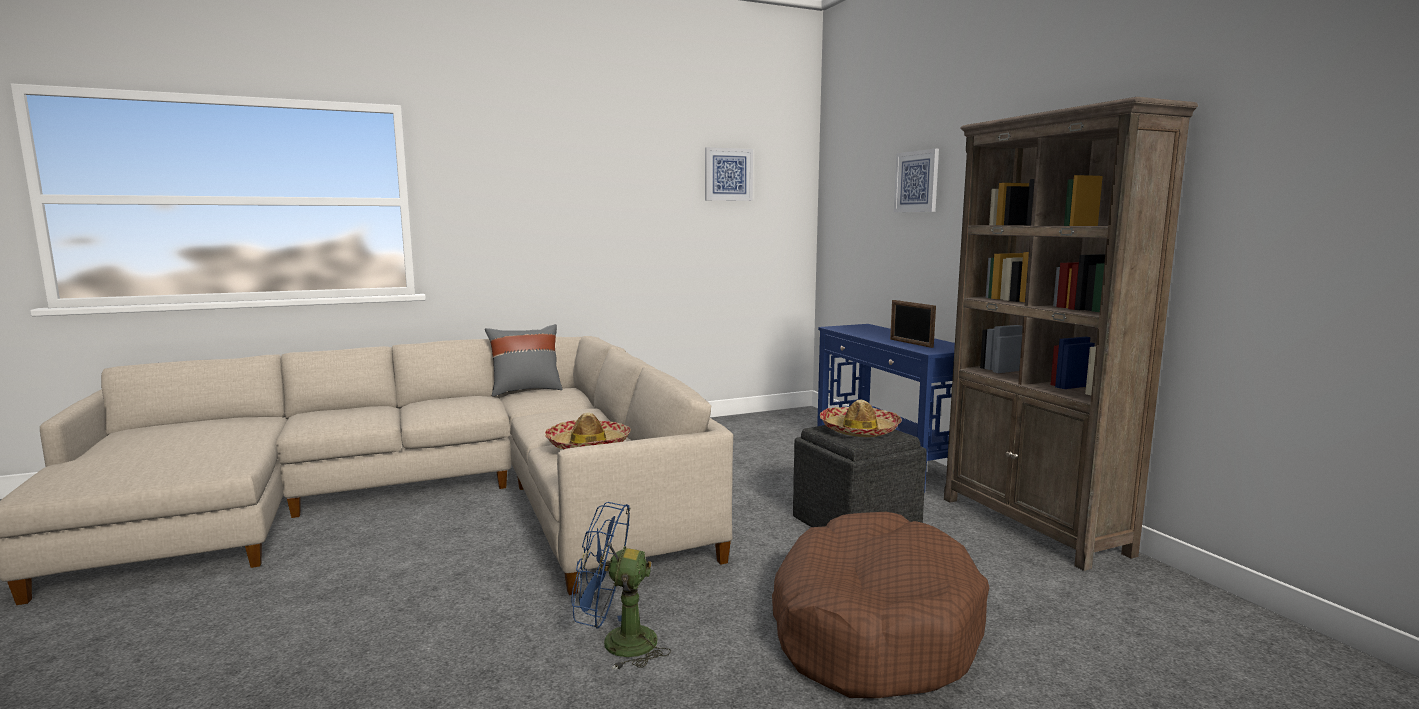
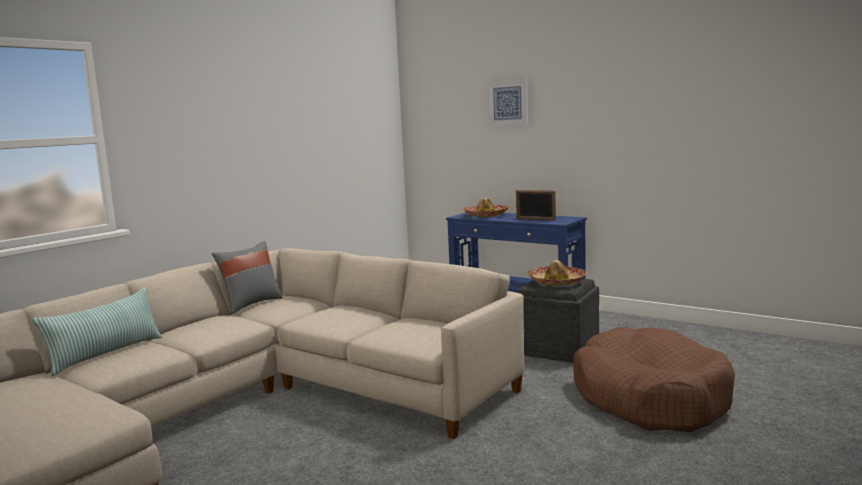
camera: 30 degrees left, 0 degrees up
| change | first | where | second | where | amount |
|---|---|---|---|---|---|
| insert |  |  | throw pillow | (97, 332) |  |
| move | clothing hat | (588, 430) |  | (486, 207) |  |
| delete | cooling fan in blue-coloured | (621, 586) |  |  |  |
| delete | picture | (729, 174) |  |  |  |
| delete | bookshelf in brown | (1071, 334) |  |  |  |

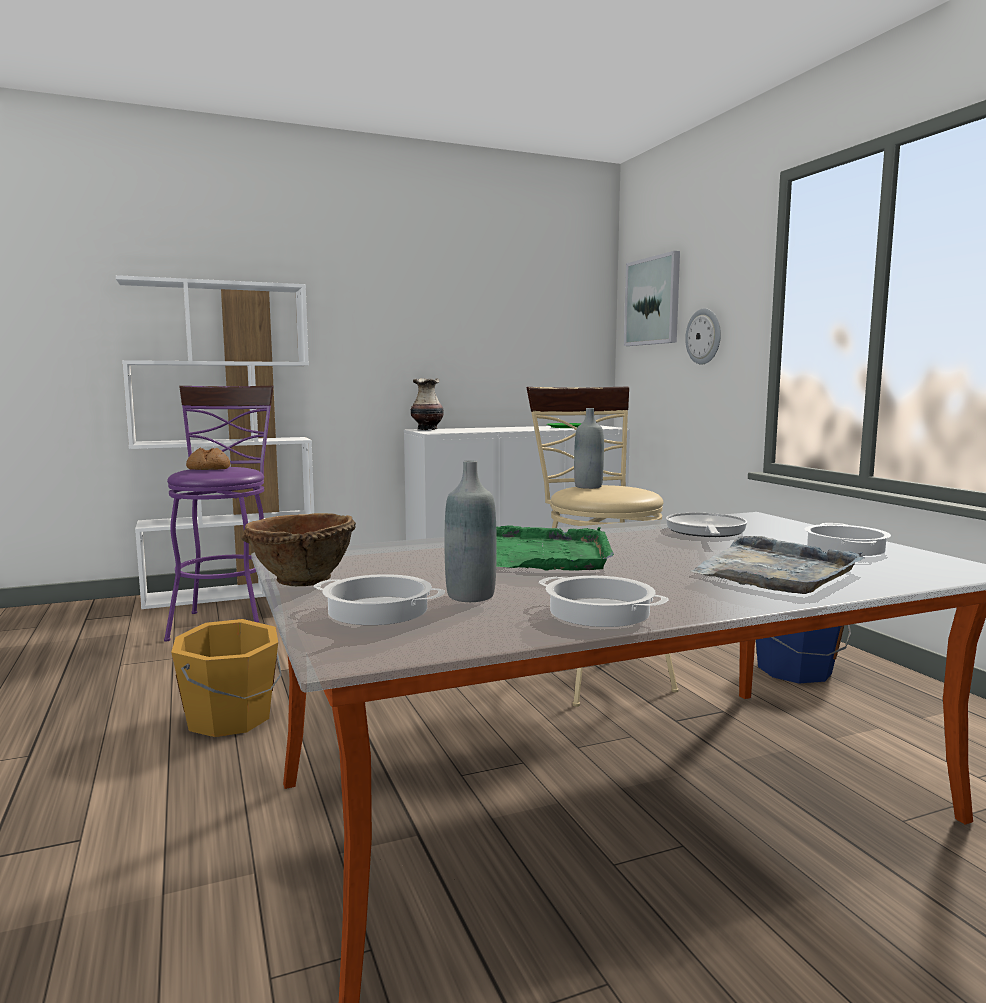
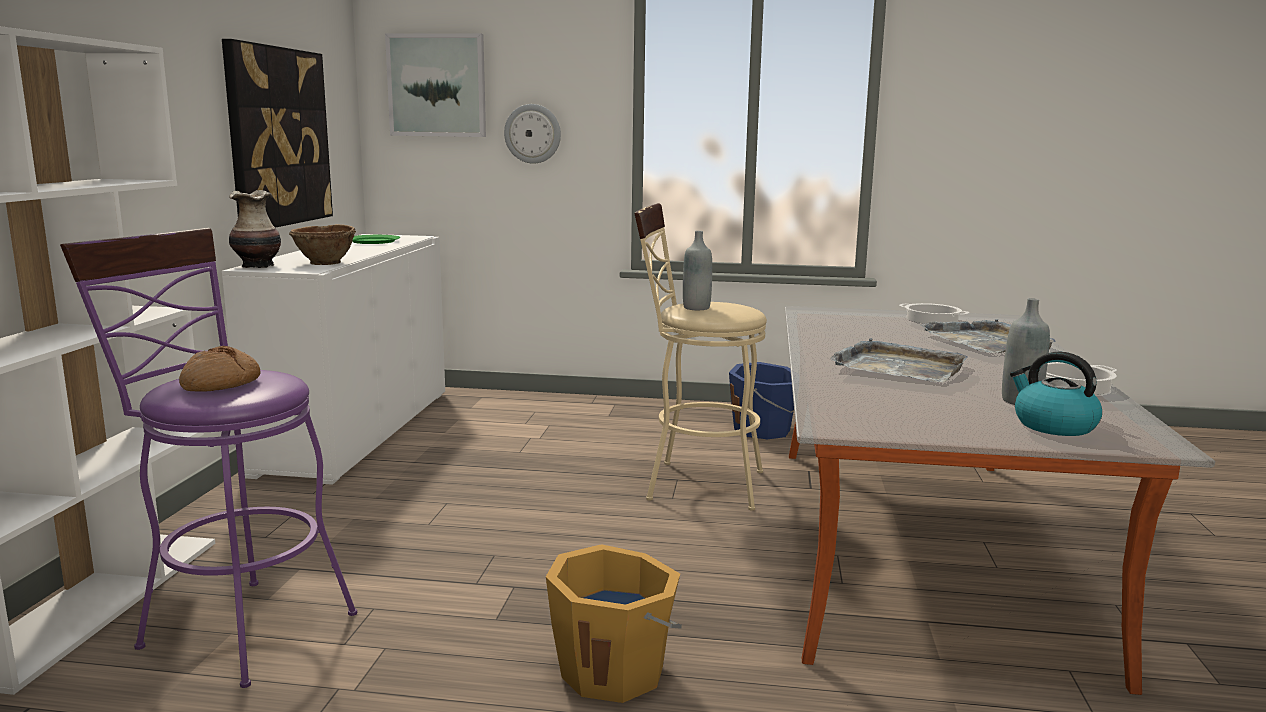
camera: 60 degrees left, 5 degrees up
| change | first | where | second | where | amount |
|---|---|---|---|---|---|
| insert |  |  | picture | (277, 133) |  |
| move | serving bowl in brown | (298, 549) |  | (322, 244) |  |
| recolor | carrying tray in green | (555, 548) | carrying tray in grey | (899, 360) |  |
| replace | stockpot | (379, 599) | kettle | (1056, 394) |  |
| delete | frying pan | (706, 525) |  |  |  |

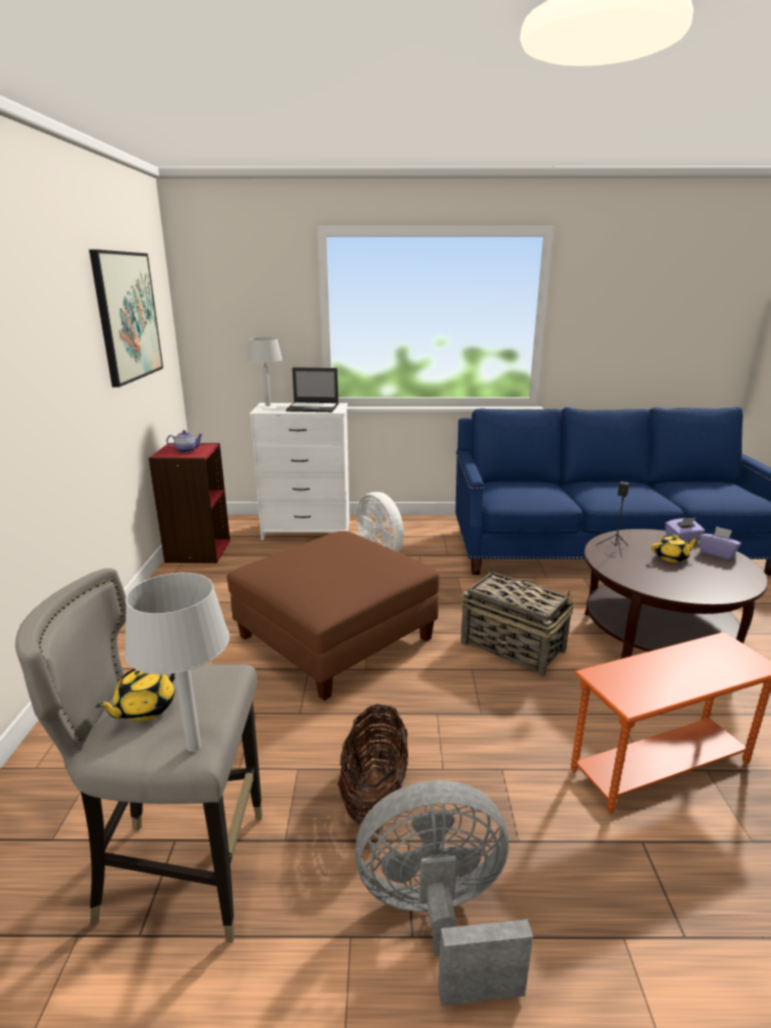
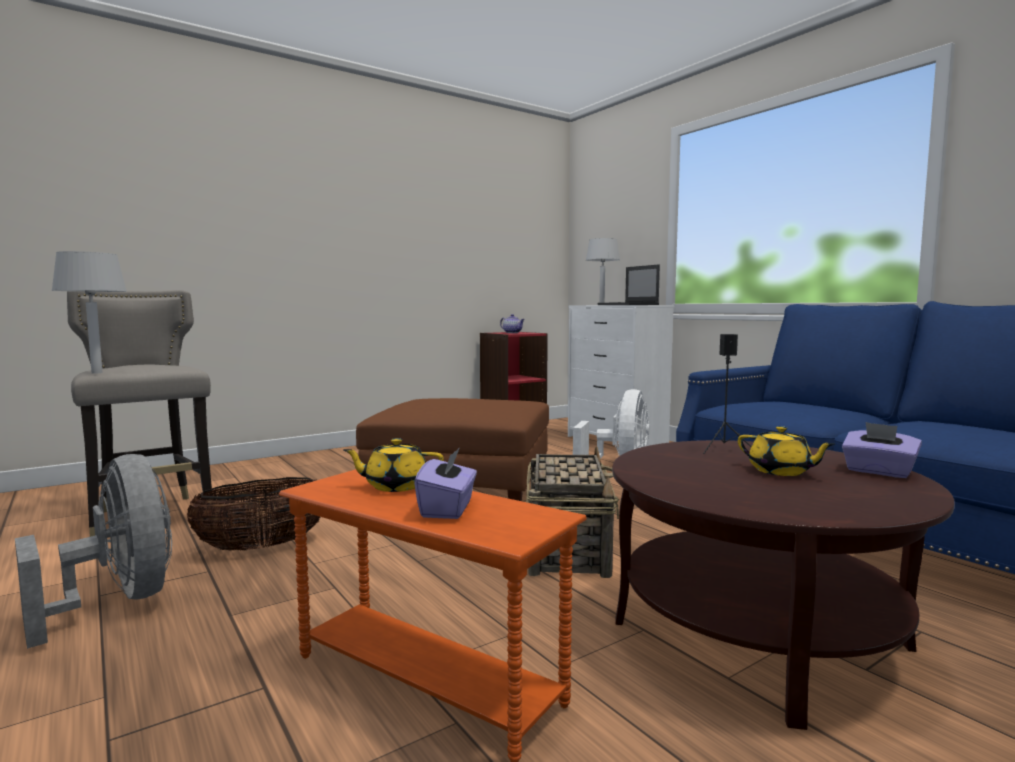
camera: 55 degrees right, 15 degrees down
| change | first | where | second | where | amount |
|---|---|---|---|---|---|
| move | tea pot in yellow-coloured | (135, 695) |  | (393, 465) |  |
| move | box of tissues in purple-coloured | (720, 543) |  | (445, 483) |  |
| delete | picture | (126, 318) |  |  |  |

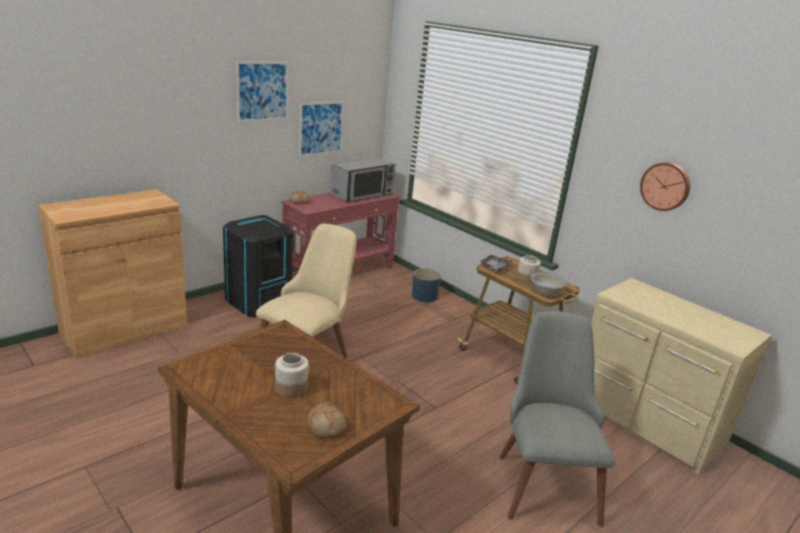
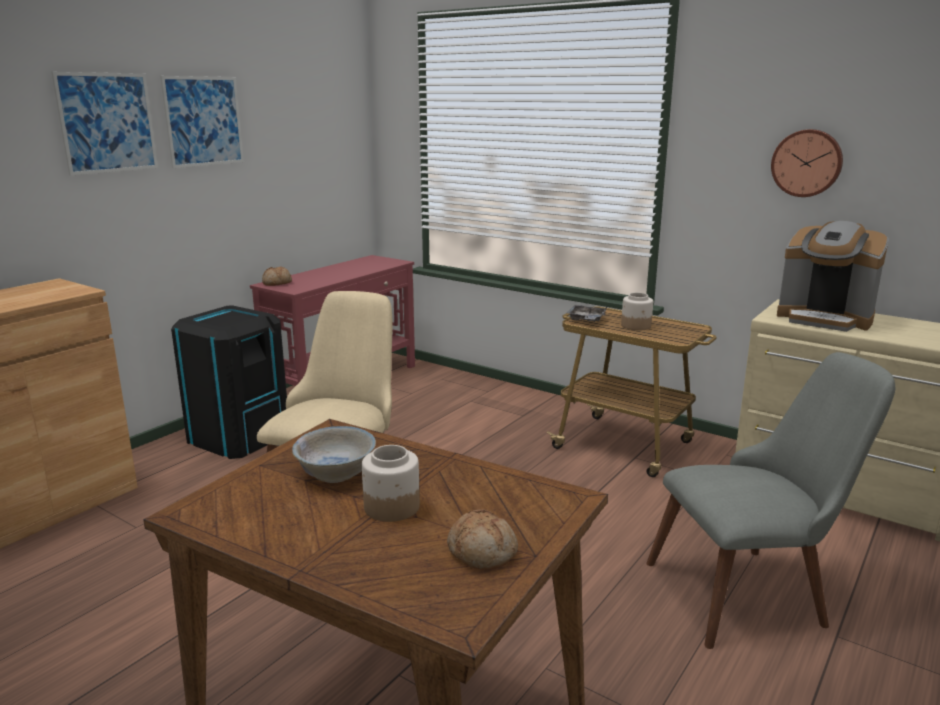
camera: 10 degrees left, 5 degrees down
| change | first | where | second | where | amount |
|---|---|---|---|---|---|
| move | picture | (321, 129) |  | (104, 124) |  |
| move | serving bowl in white | (548, 284) |  | (334, 454) |  |
| rotate | upright chair in grey | (557, 419) |  | (770, 500) | 90 degrees clockwise |
| insert |  |  | coffee brewer | (833, 276) |  |
| delete | microwave | (362, 179) |  |  |  |
| delete | planter in blue-coloured | (426, 285) |  |  |  |

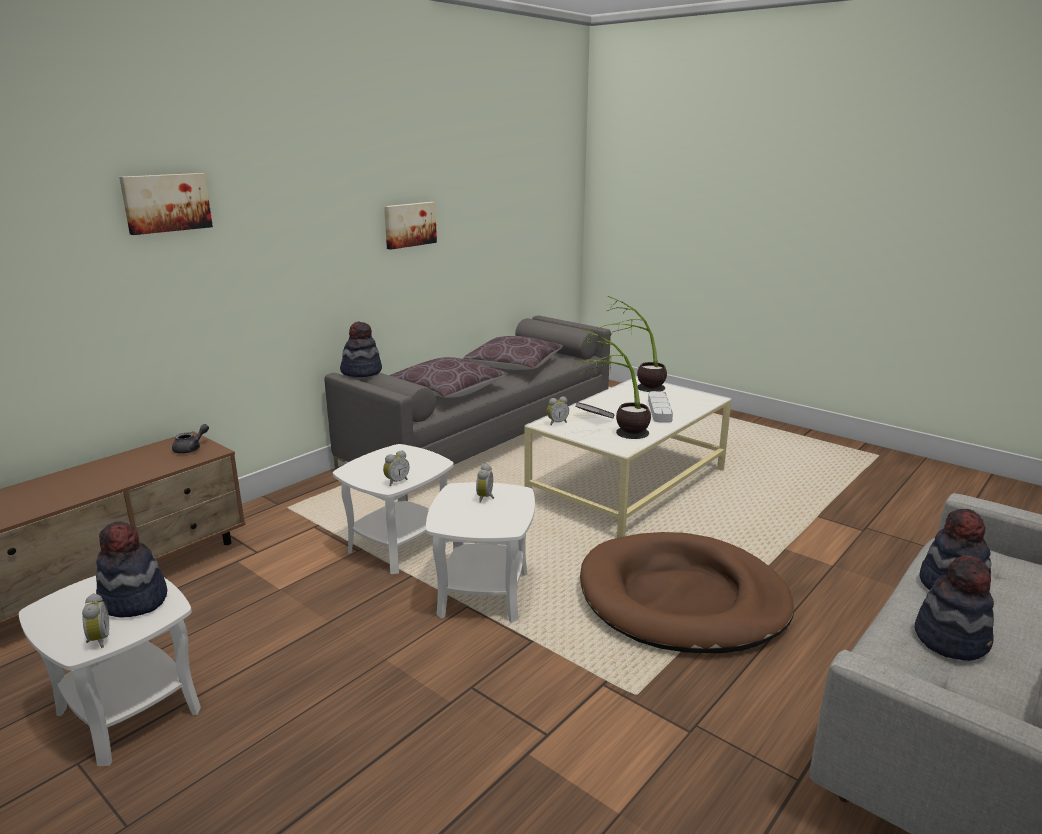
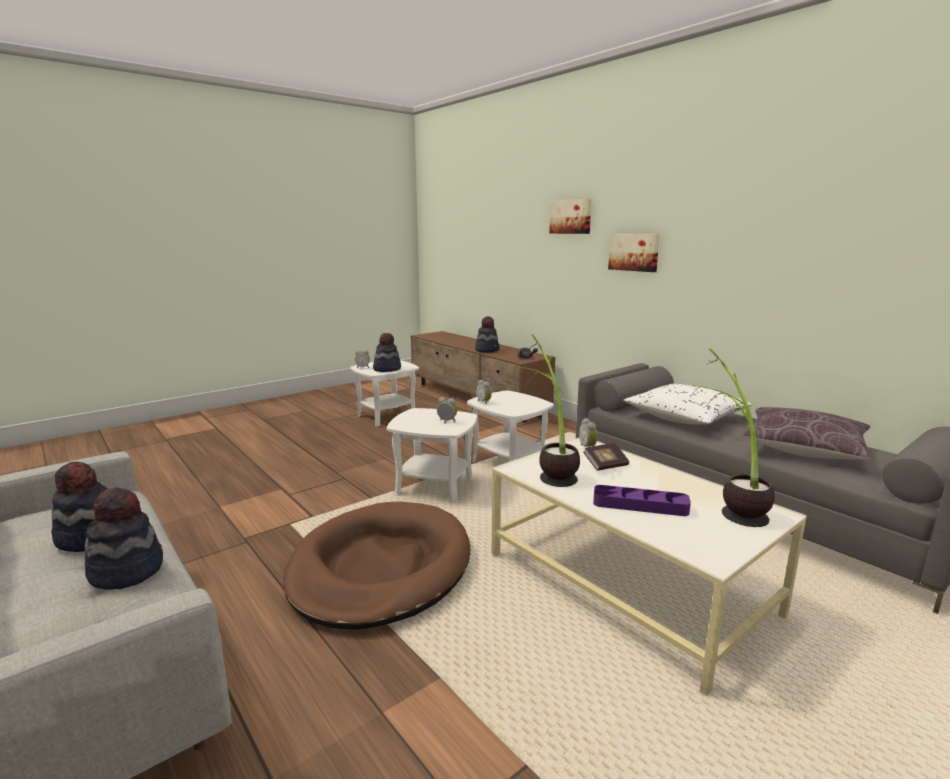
camera: 100 degrees right, 5 degrees down
| change | first | where | second | where | amount |
|---|---|---|---|---|---|
| move | clothing hat | (361, 349) |  | (487, 334) |  |
| recolor | carrying tray in grey | (660, 407) | carrying tray in purple-coloured | (642, 500) |  |
| move | picture | (410, 226) |  | (634, 253) |  |
| recolor | throw pillow in brown | (449, 377) | throw pillow in white | (687, 404) |  |

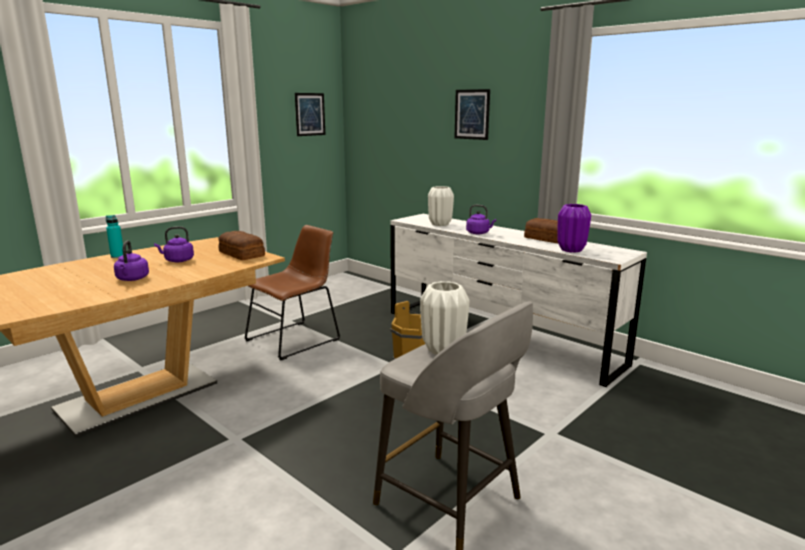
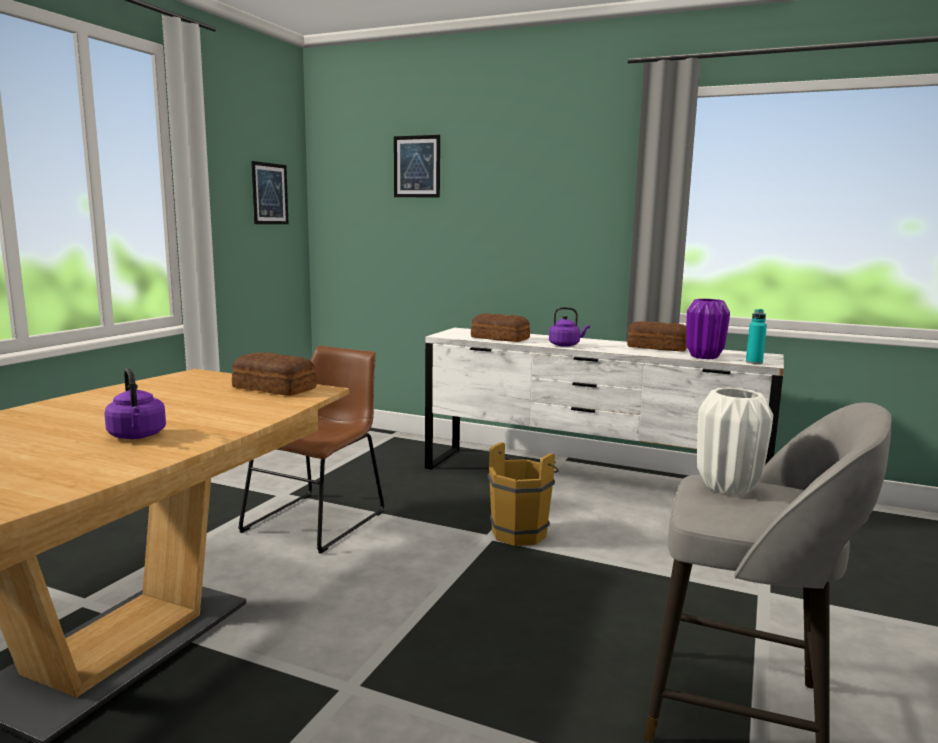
camera: 20 degrees left, 5 degrees down
| change | first | where | second | where | amount |
|---|---|---|---|---|---|
| move | picture | (472, 114) |  | (417, 166) |  |
| replace | decorative vase in white | (441, 206) | bakery bread | (500, 328) |  |
| move | bottle in blue-green | (114, 236) |  | (756, 336) |  |
| delete | kettle in purple-coloured | (174, 244) |  |  |  |

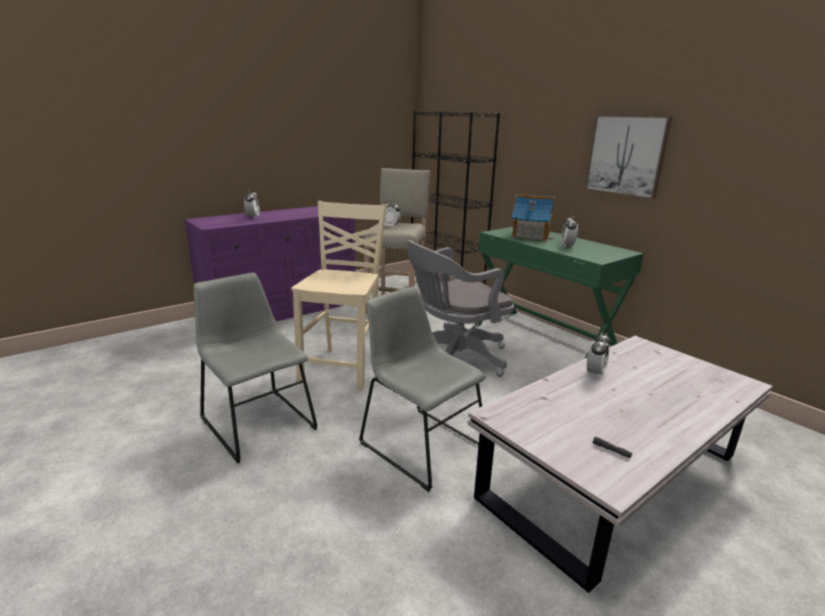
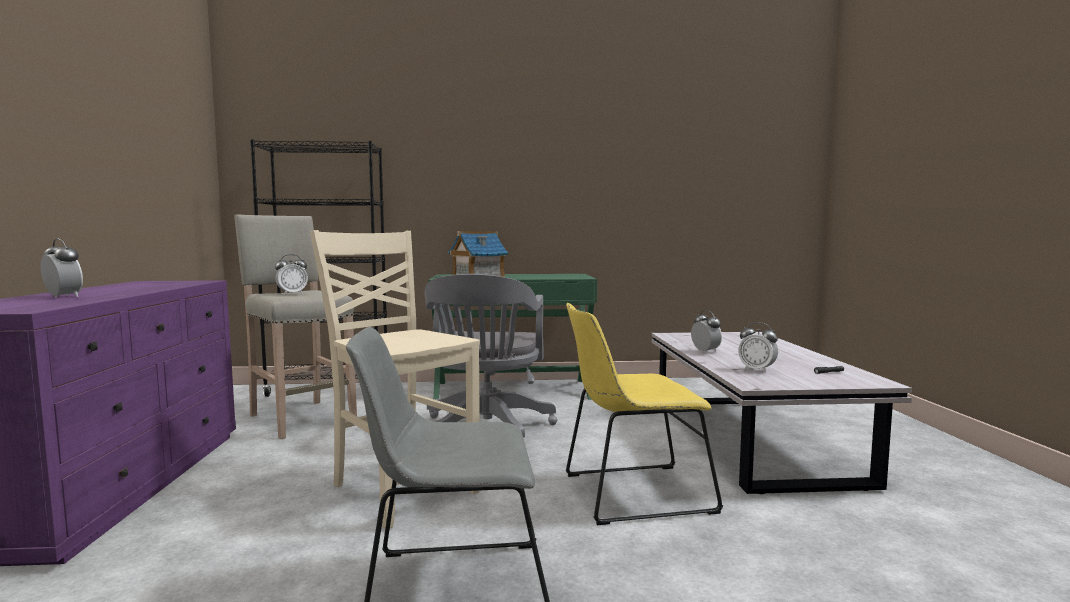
camera: 55 degrees left, 15 degrees down
| change | first | where | second | where | amount |
|---|---|---|---|---|---|
| recolor | upright chair in grey | (422, 389) | upright chair in yellow-coloured | (644, 414) |  |
| move | bedside clock | (569, 231) |  | (758, 347) |  |
| delete | picture | (628, 157) |  |  |  |

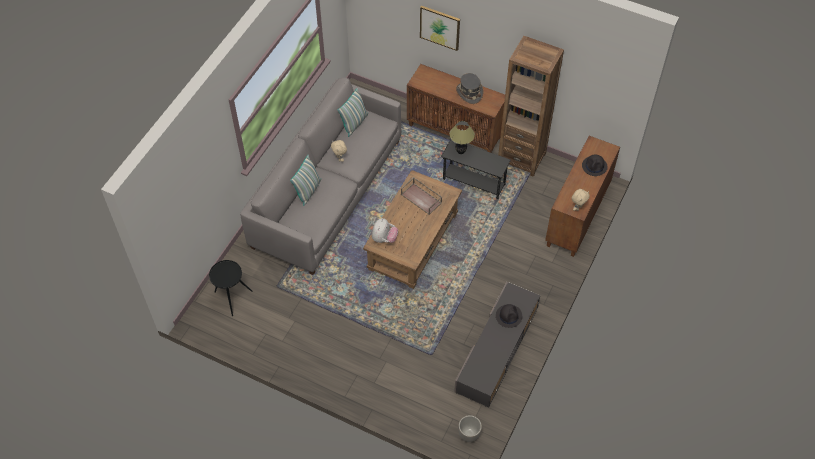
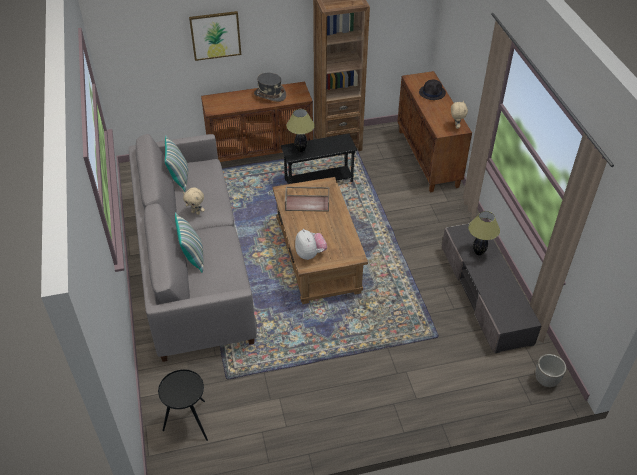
camera: 40 degrees left, 10 degrees down
| change | first | where | second | where | amount |
|---|---|---|---|---|---|
| replace | clothing hat in black | (509, 316) | table lamp | (484, 233) |  |

